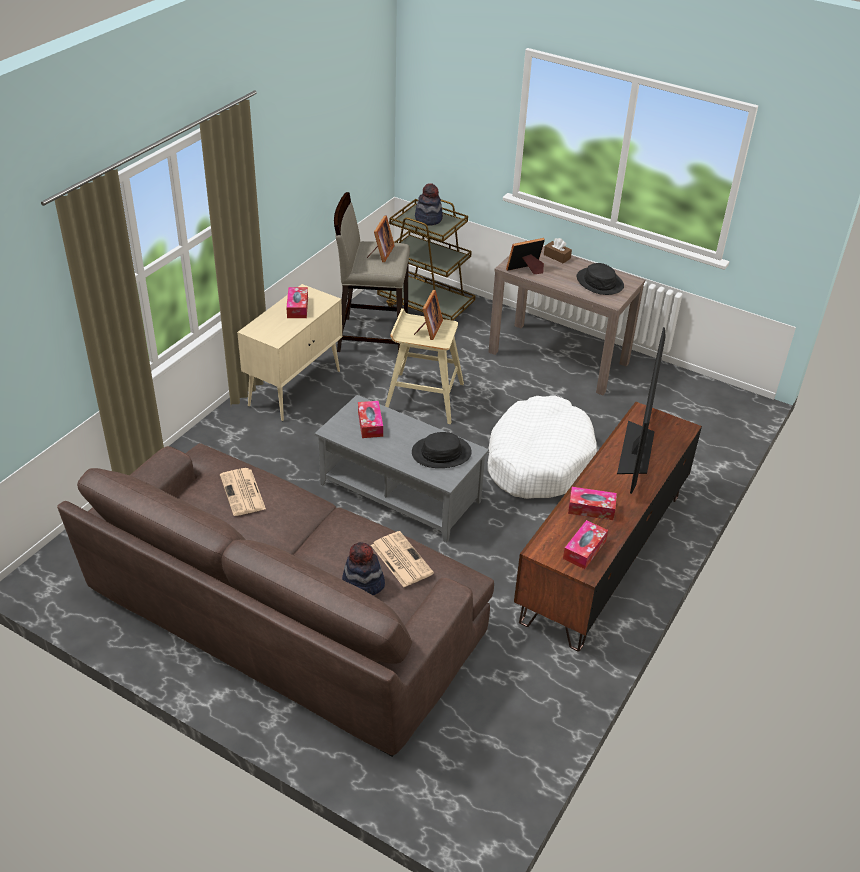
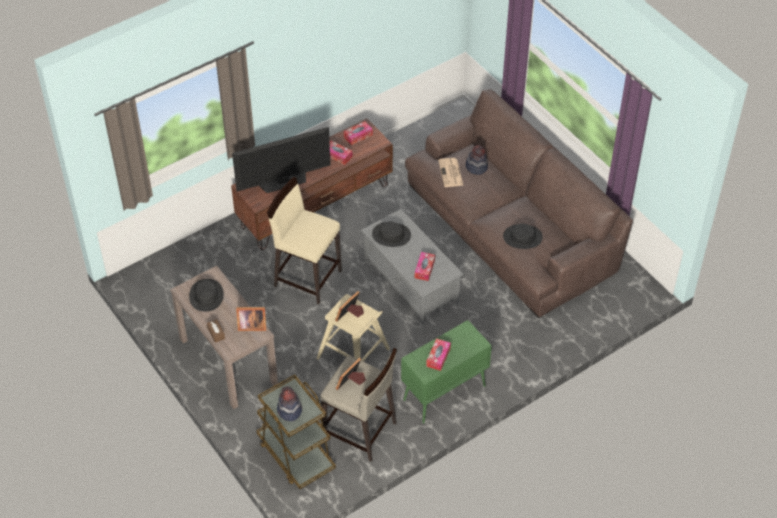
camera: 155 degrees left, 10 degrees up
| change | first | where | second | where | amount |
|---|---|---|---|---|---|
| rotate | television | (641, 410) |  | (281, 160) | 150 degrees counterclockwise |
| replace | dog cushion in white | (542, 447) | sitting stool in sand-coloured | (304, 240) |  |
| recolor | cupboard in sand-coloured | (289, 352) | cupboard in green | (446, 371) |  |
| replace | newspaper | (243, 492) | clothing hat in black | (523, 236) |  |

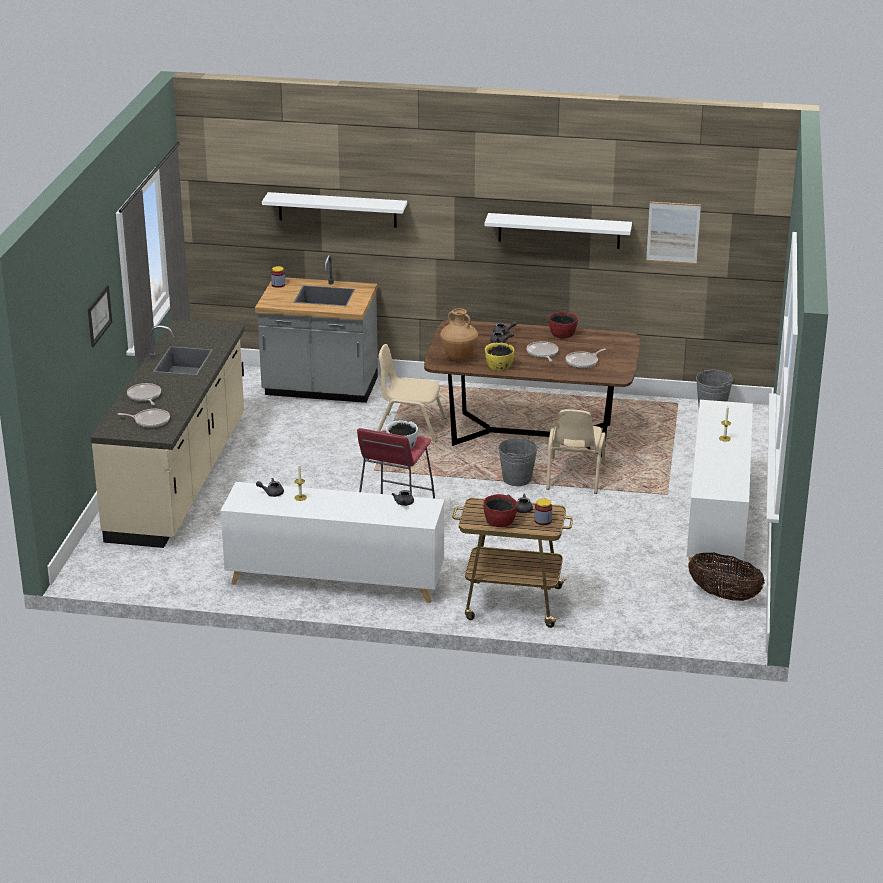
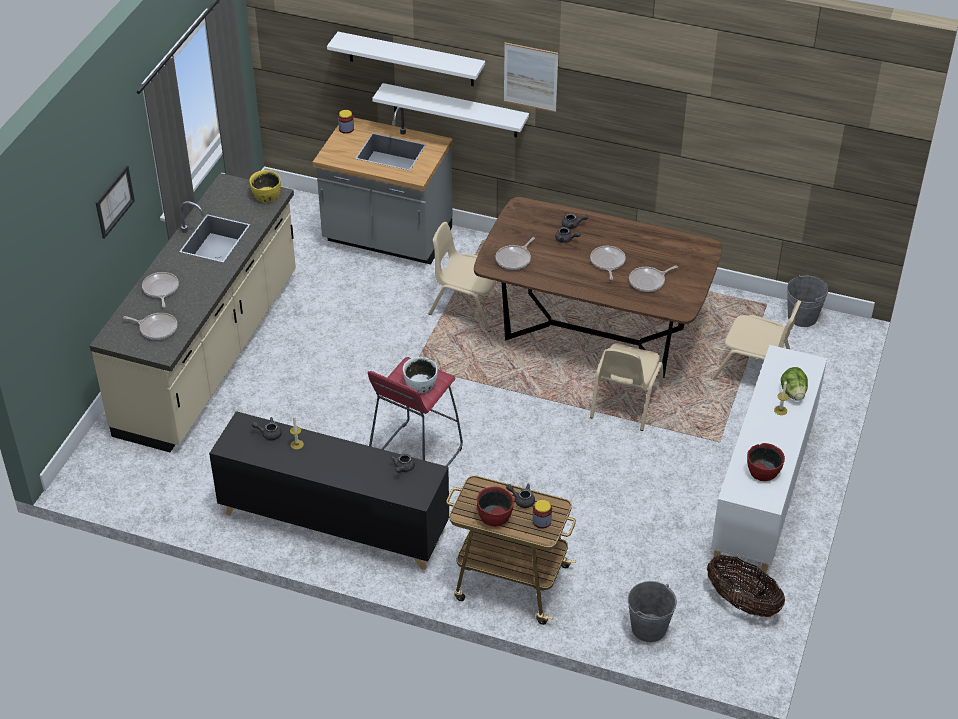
camera: 10 degrees right, 15 degrees up
| change | first | where | second | where | amount |
|---|---|---|---|---|---|
| recolor | cupboard in white | (332, 542) | cupboard in black | (329, 490) |  |
| move | serving bowl in yellow-coloured | (499, 356) |  | (265, 186) |  |
| move | bracket shelf in white | (558, 231) |  | (450, 110) |  |
| replace | decorative vase in brown | (459, 334) | frying pan | (515, 253) |  |
| move | picture | (673, 233) |  | (531, 77) |  |
| move | pail in grey | (518, 461) |  | (652, 611) |  |
| insert |  |  | upright chair in sand-coloured | (756, 340) |  |
| move | serving bowl in red-coloured | (563, 324) |  | (766, 462) |  |
| insert |  |  | head of lettuce | (794, 384) |  |

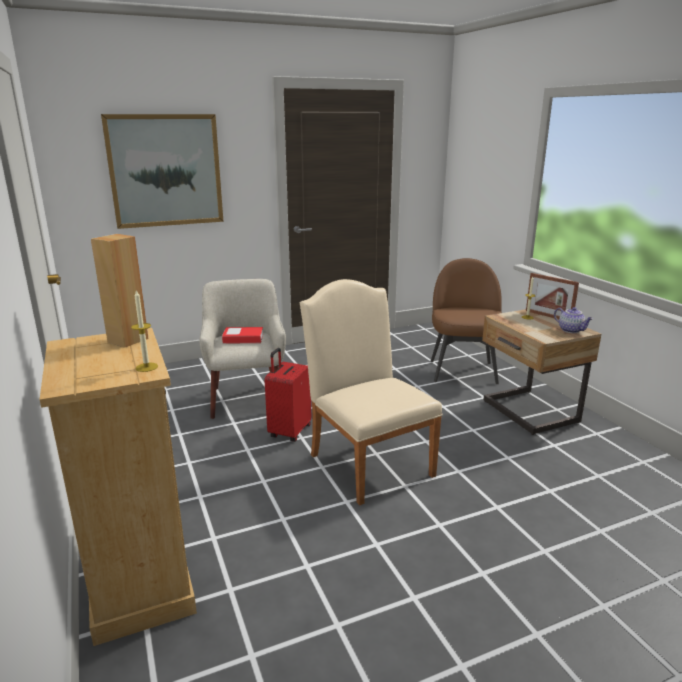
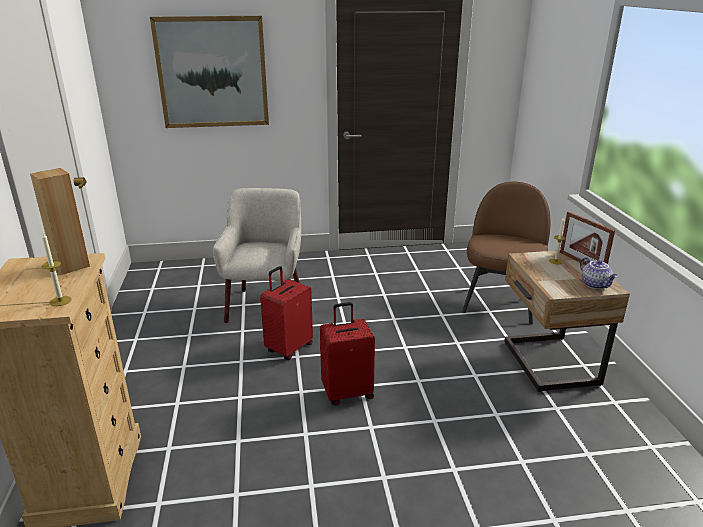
camera: 15 degrees right, 5 degrees up
| change | first | where | second | where | amount |
|---|---|---|---|---|---|
| replace | upright chair in sand-coloured | (371, 392) | travel case in red-coloured | (347, 353) |  |
| delete | bound book | (242, 335) |  |  |  |

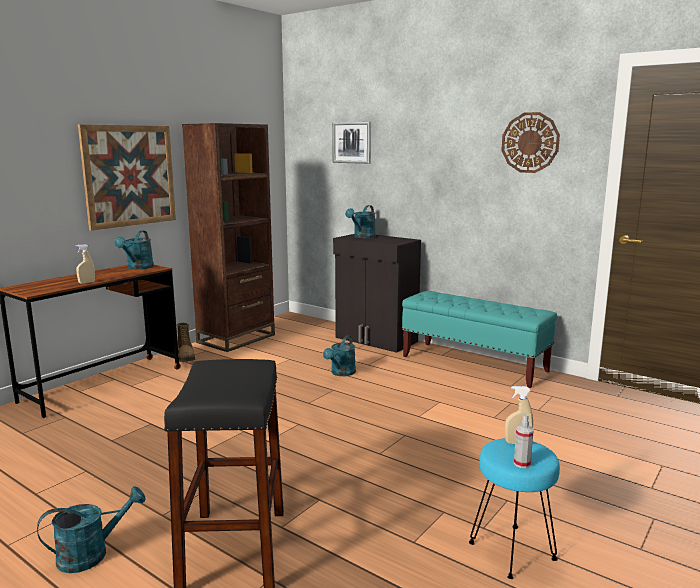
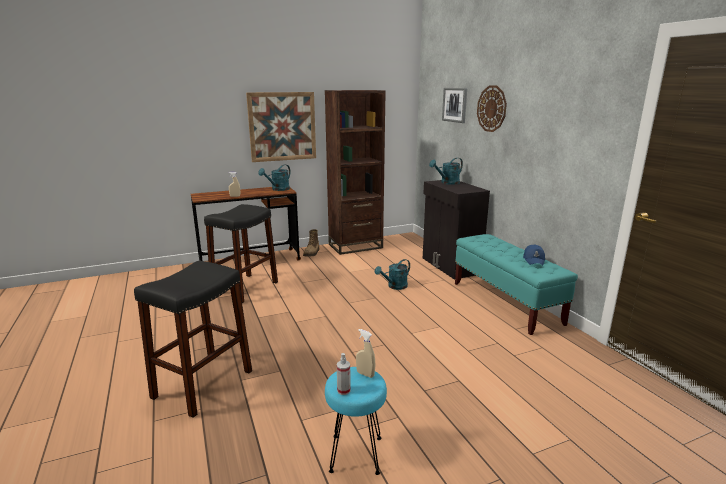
camera: 30 degrees right, 5 degrees up
| change | first | where | second | where | amount |
|---|---|---|---|---|---|
| insert |  |  | sitting stool in black | (241, 253) |  |
| move | wall clock | (530, 142) |  | (492, 109) |  |
| insert |  |  | cap in blue-coloured | (534, 254) |  |
| delete | watering pot in blue-green | (91, 529) |  |  |  |

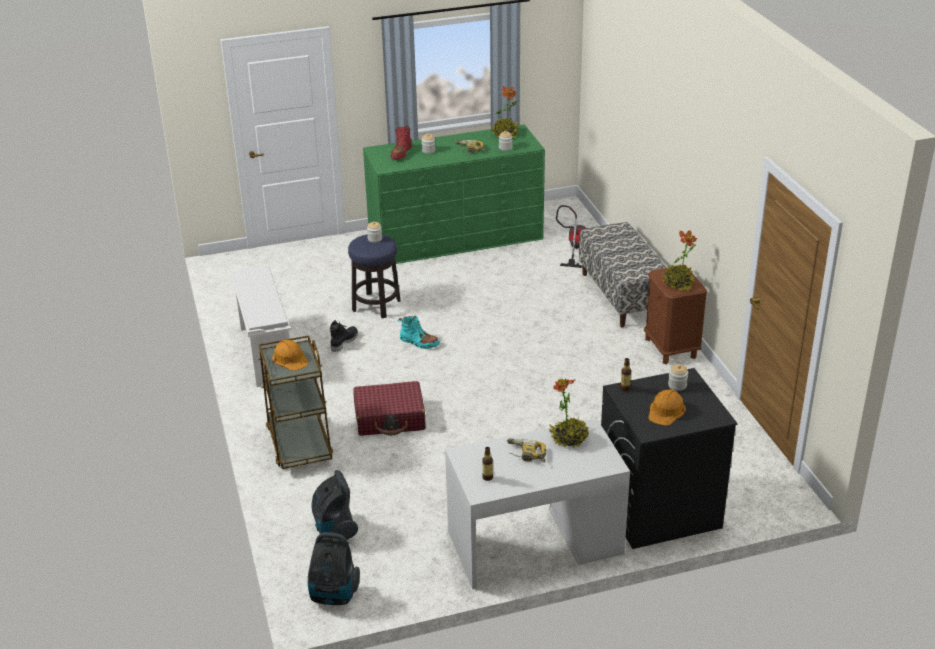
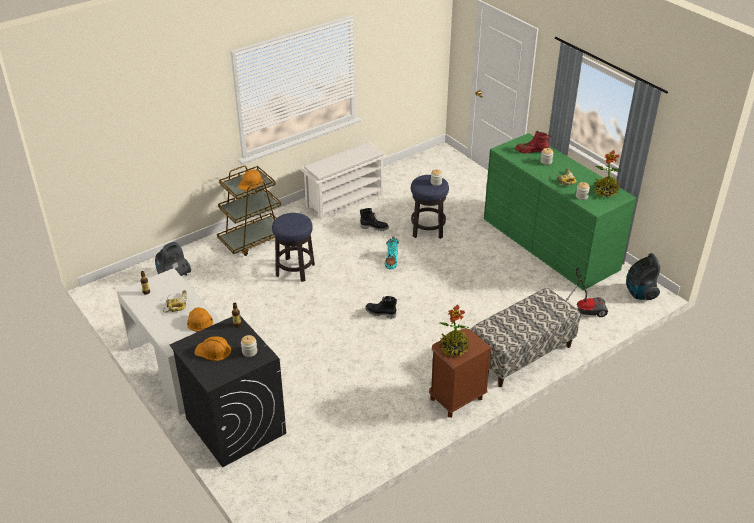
camera: 70 degrees right, 5 degrees up
| change | first | where | second | where | amount |
|---|---|---|---|---|---|
| replace | plant in a pot | (569, 413) | hard hat in orange-coloured | (200, 319) |  |
| replace | travel case in red-coloured | (389, 408) | sitting stool | (293, 247) |  |
| insert |  |  | boot in black | (381, 307) |  |
| move | vacuum | (334, 568) |  | (643, 276) |  |

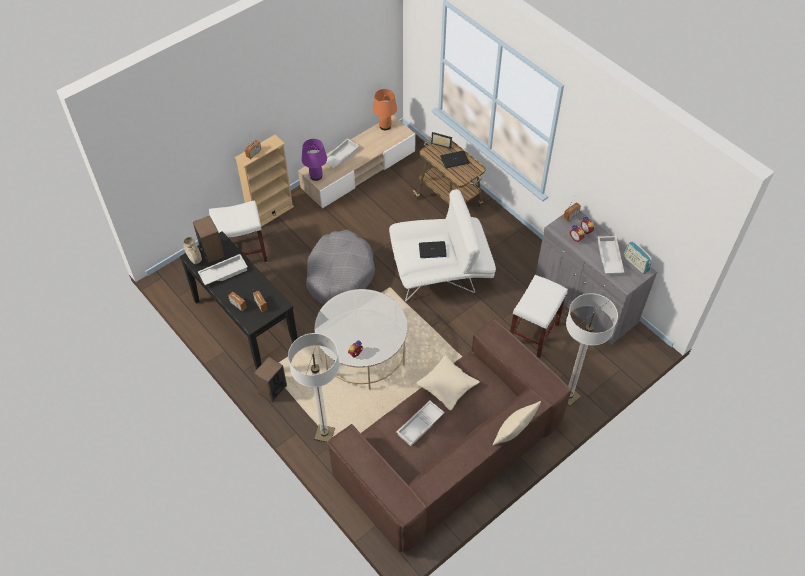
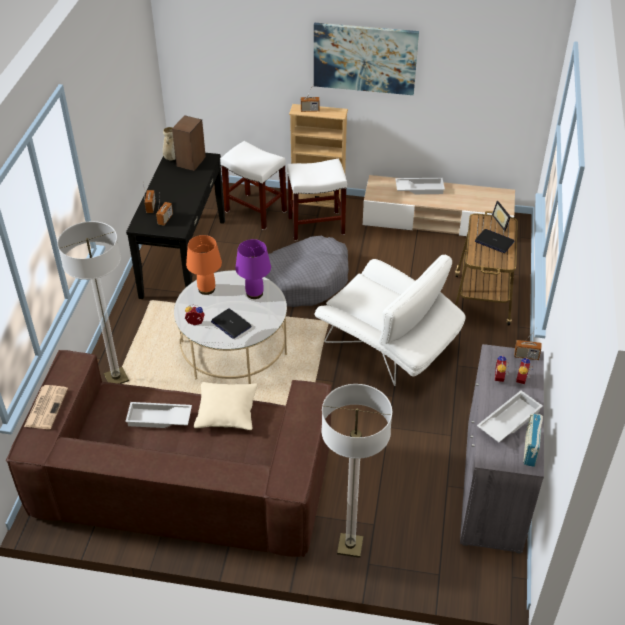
camera: 50 degrees right, 10 degrees down
| change | first | where | second | where | amount |
|---|---|---|---|---|---|
| insert |  |  | newspaper | (46, 407) |  |
| move | table lamp in orange-coloured | (385, 109) |  | (204, 265) |  |
| move | laptop | (433, 249) |  | (231, 323) |  |
| move | table lamp in purple-coloured | (314, 160) |  | (253, 269) |  |
| move | sitting stool in white | (539, 317) |  | (317, 199) |  |
| insert |  |  | picture | (366, 59) |  |
| delete | carrying tray in white | (223, 269) |  |  |  |
| delete | loudspeaker | (270, 380) |  |  |  |
| delete | throw pillow in sand-coloured | (517, 423) |  |  |  |

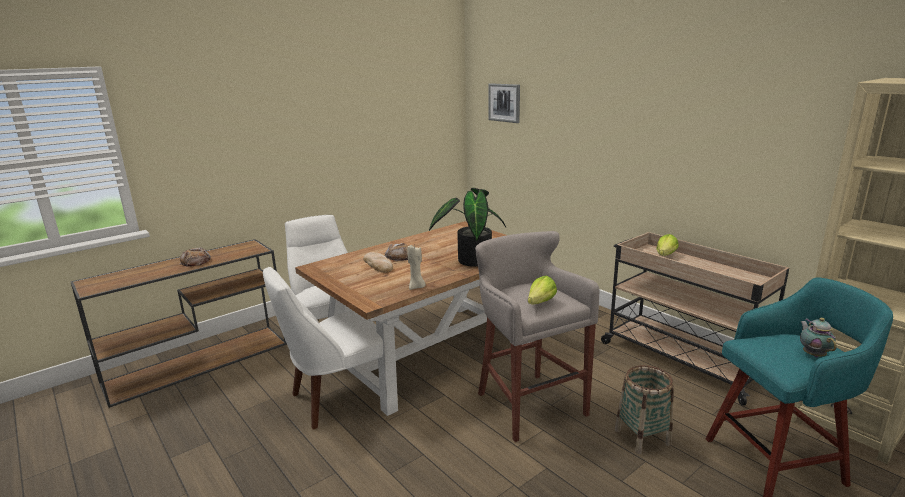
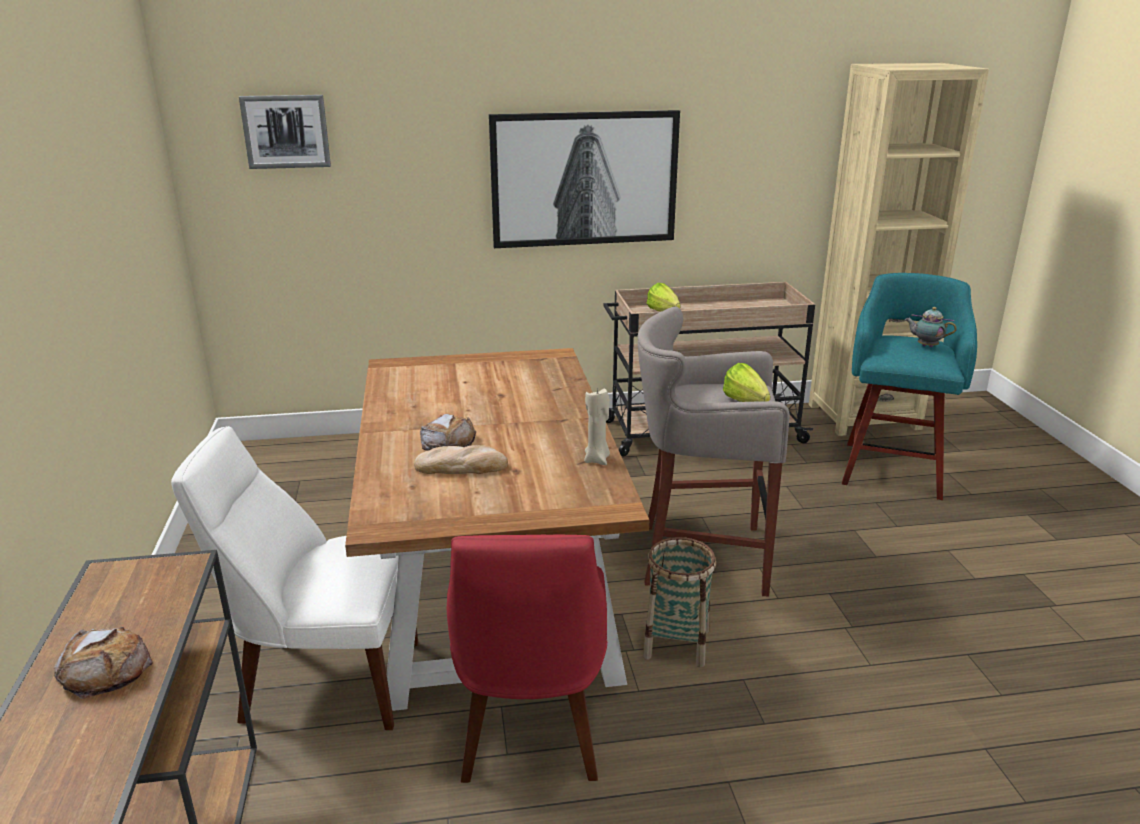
camera: 60 degrees left, 5 degrees up
| change | first | where | second | where | amount |
|---|---|---|---|---|---|
| recolor | upright chair in white | (323, 348) | upright chair in red-coloured | (527, 659) |  |
| insert |  |  | picture | (584, 179) |  |
| move | household basket | (644, 409) |  | (679, 602) |  |
| delete | plant in a pot | (467, 227) |  |  |  |

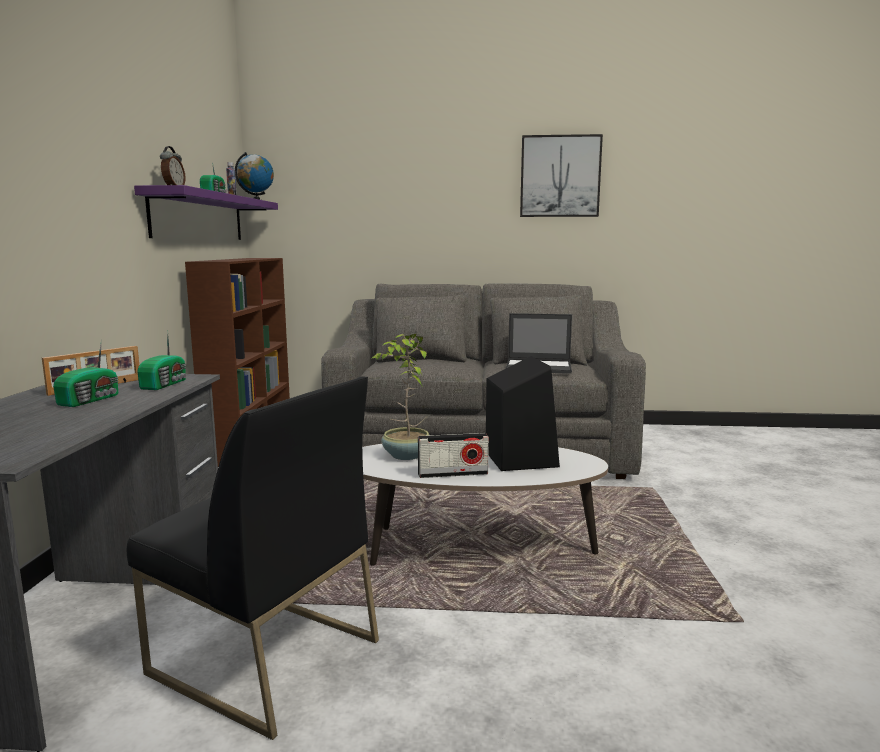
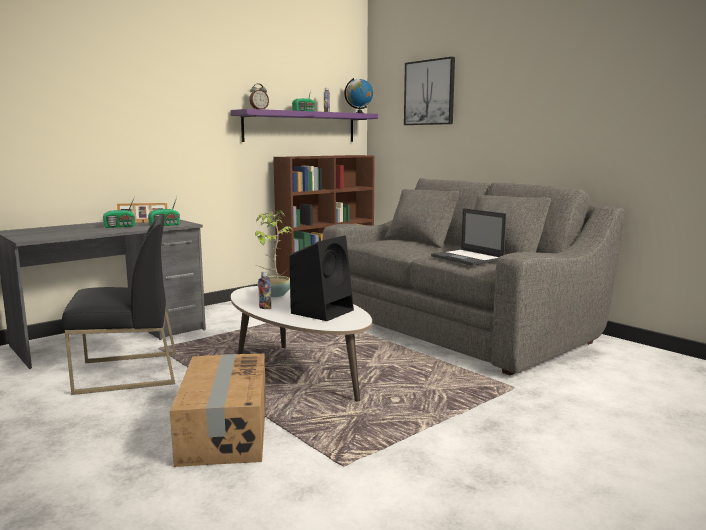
camera: 45 degrees right, 0 degrees up
| change | first | where | second | where | amount |
|---|---|---|---|---|---|
| rotate | upright chair in black | (253, 558) |  | (119, 304) | 90 degrees counterclockwise |
| insert |  |  | packing box | (218, 410) |  |
| replace | radio receiver | (453, 455) | bottle | (264, 290) |  |
| move | picture | (561, 175) |  | (429, 91) |  |

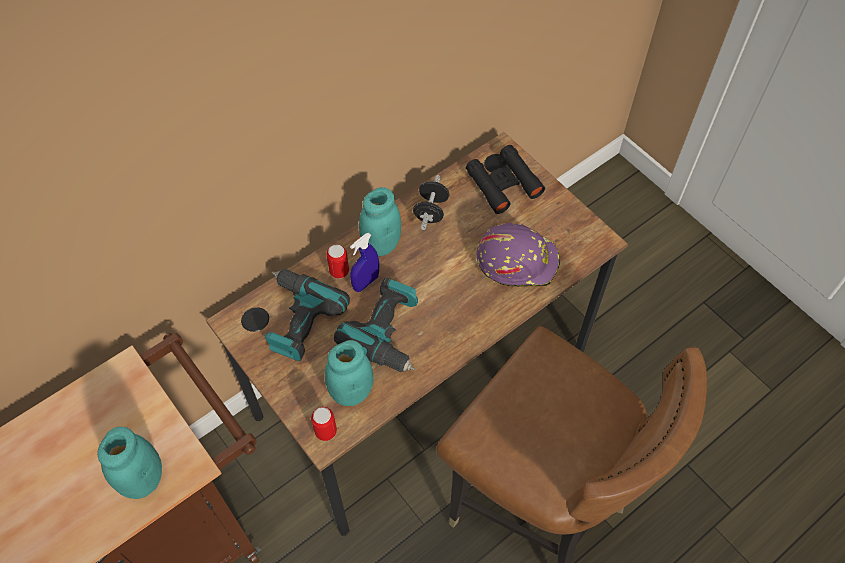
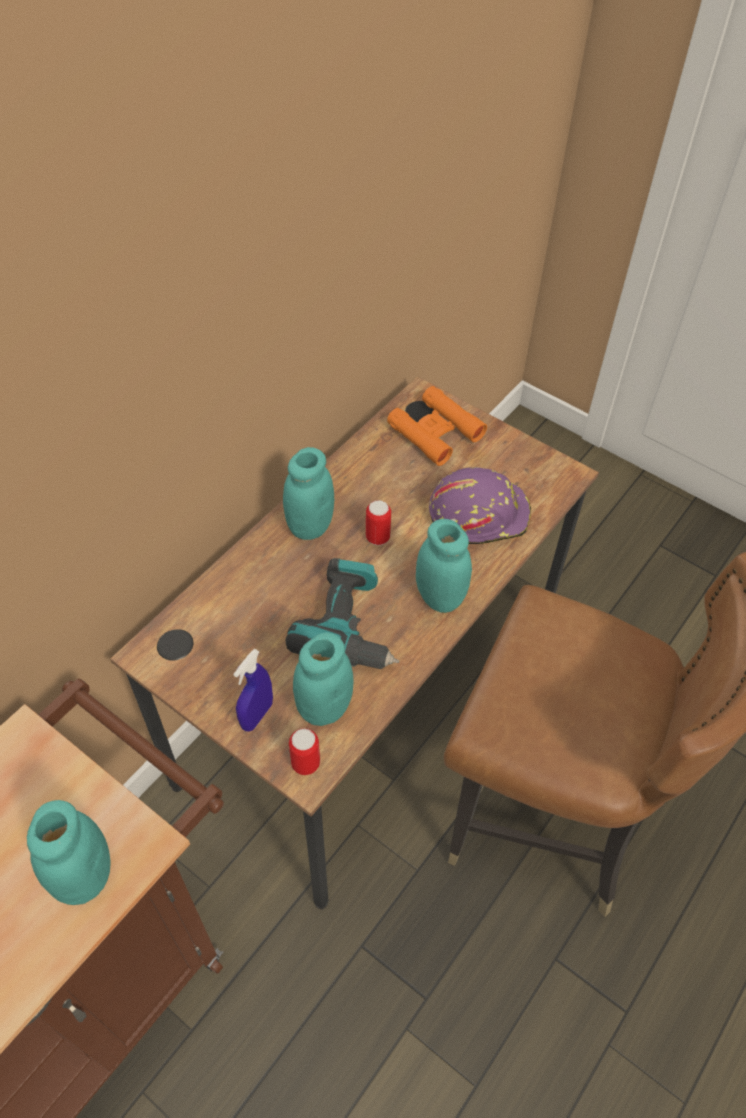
camera: 15 degrees left, 5 degrees down
| change | first | where | second | where | amount |
|---|---|---|---|---|---|
| move | hand sprayer in blue-coloured | (364, 262) |  | (253, 690) |  |
| move | can | (338, 261) |  | (378, 522) |  |
| recolor | field glasses in black | (505, 179) | field glasses in orange-coloured | (437, 426) |  |
| insert |  |  | storage jar in blue-green | (444, 566) |  |
| delete | electric drill | (307, 315) |  |  |  |
| delete | hand weight in black | (431, 202) |  |  |  |

